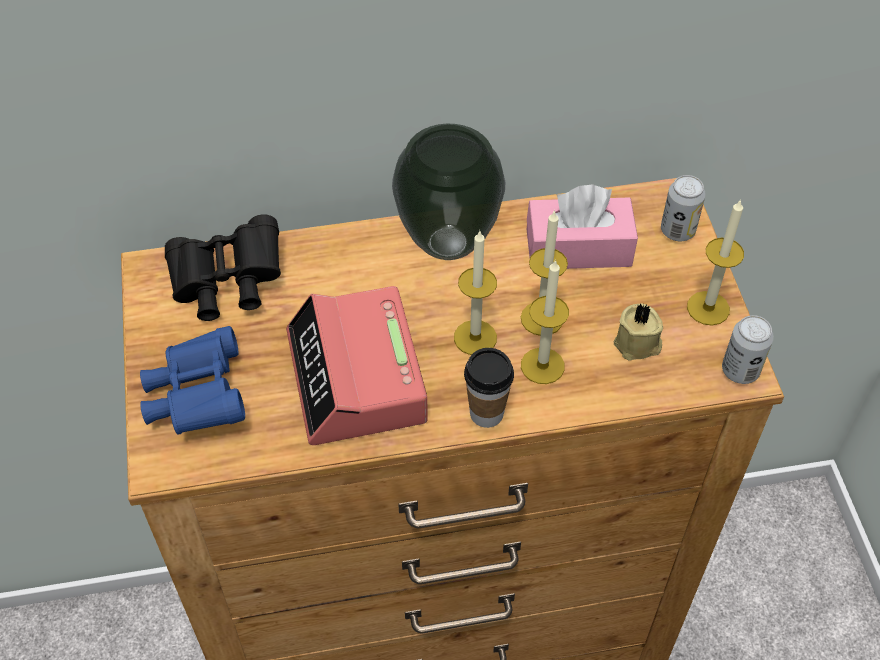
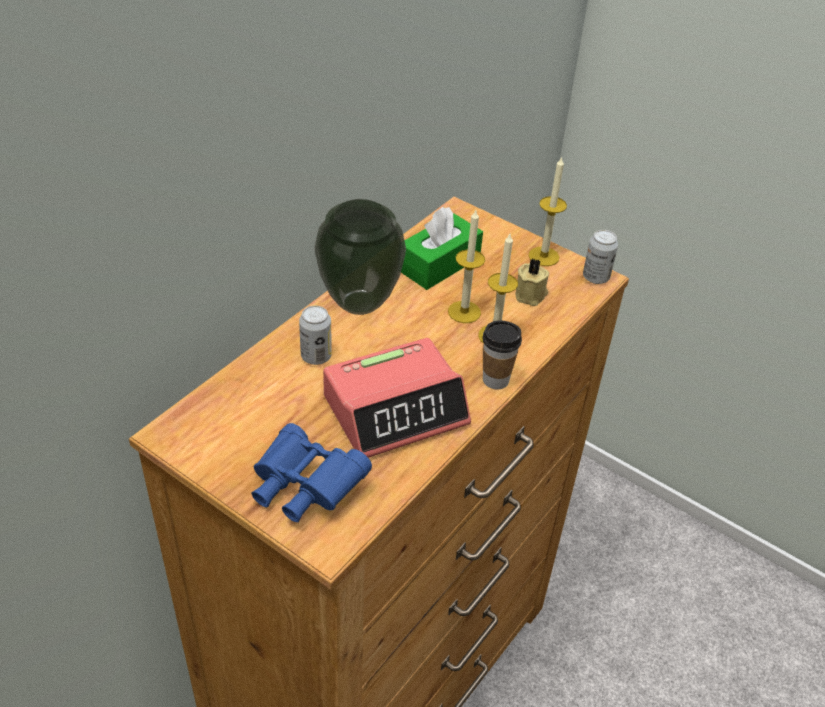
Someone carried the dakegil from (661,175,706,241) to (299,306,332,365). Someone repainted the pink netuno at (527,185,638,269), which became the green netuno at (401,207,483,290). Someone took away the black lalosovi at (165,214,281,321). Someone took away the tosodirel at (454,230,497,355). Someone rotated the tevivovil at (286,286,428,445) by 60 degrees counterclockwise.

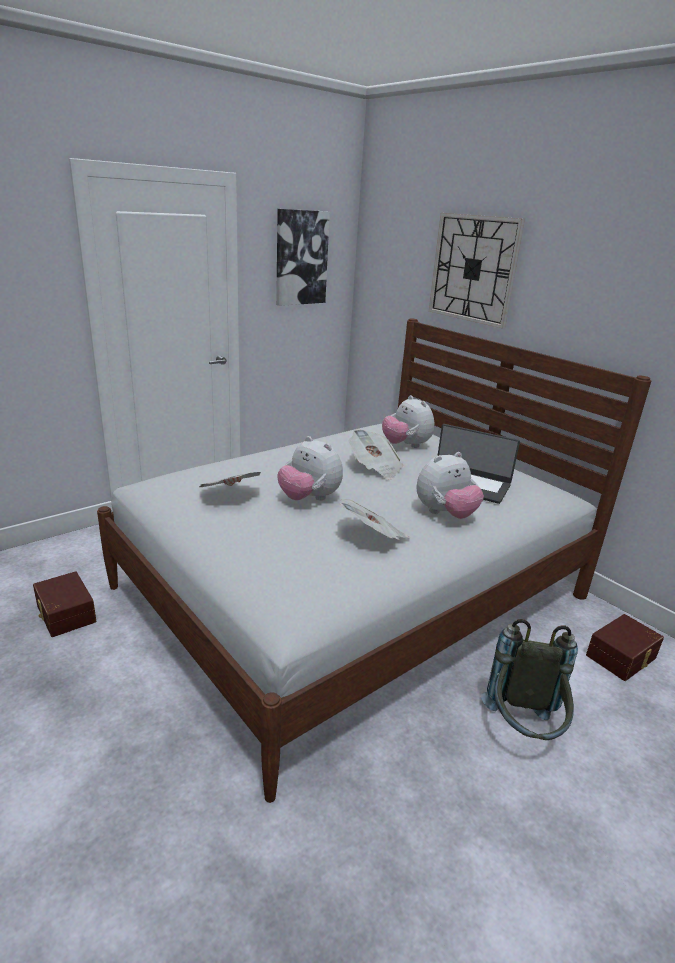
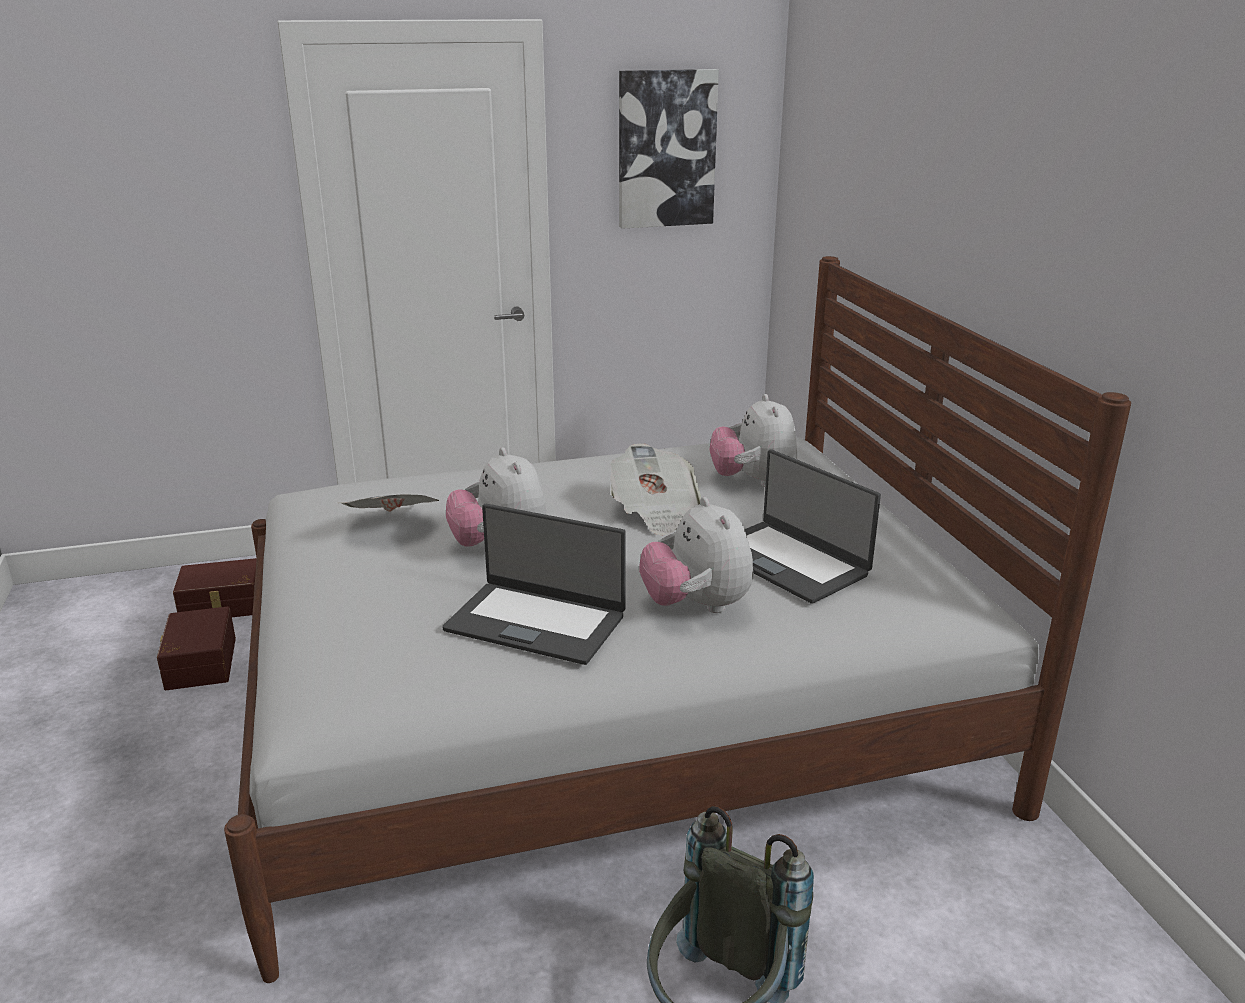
Someone took away the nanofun at (429,213,525,329). Someone rotated the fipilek at (417,452,484,519) by 75 degrees clockwise. Someone swapped the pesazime at (340,499,410,540) for the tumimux at (443,504,626,665). Someone carried the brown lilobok from (586,614,664,681) to (173,558,257,617).

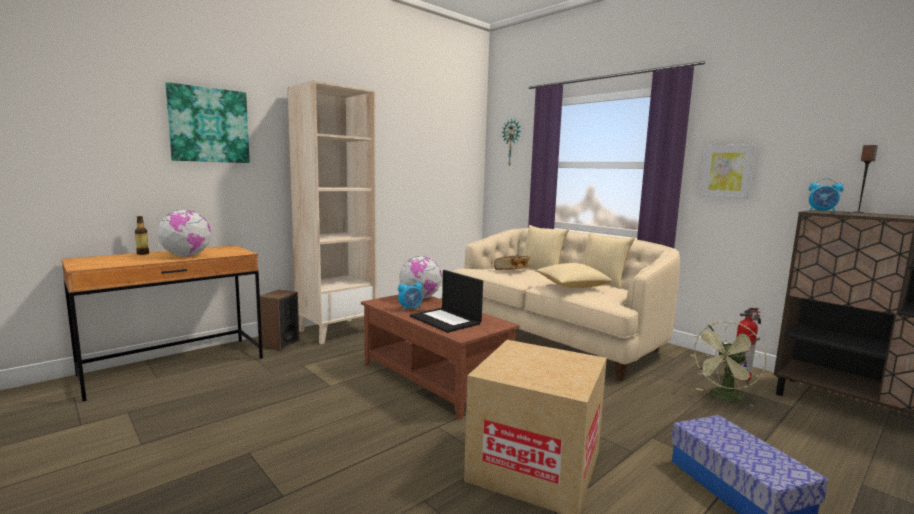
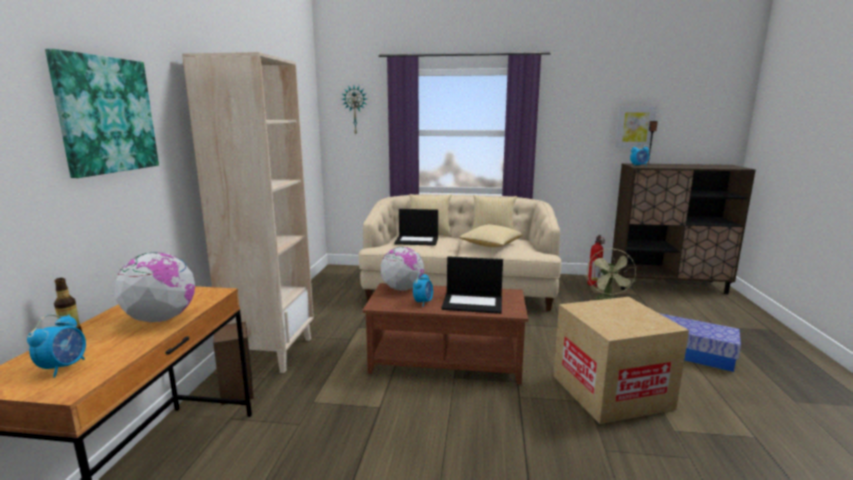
Someone carried the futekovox from (699,144,756,199) to (615,106,657,148). Someone swapped the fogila at (494,256,530,270) for the tumimux at (394,209,438,246). Someone put down the tevivovil at (27,314,86,377).

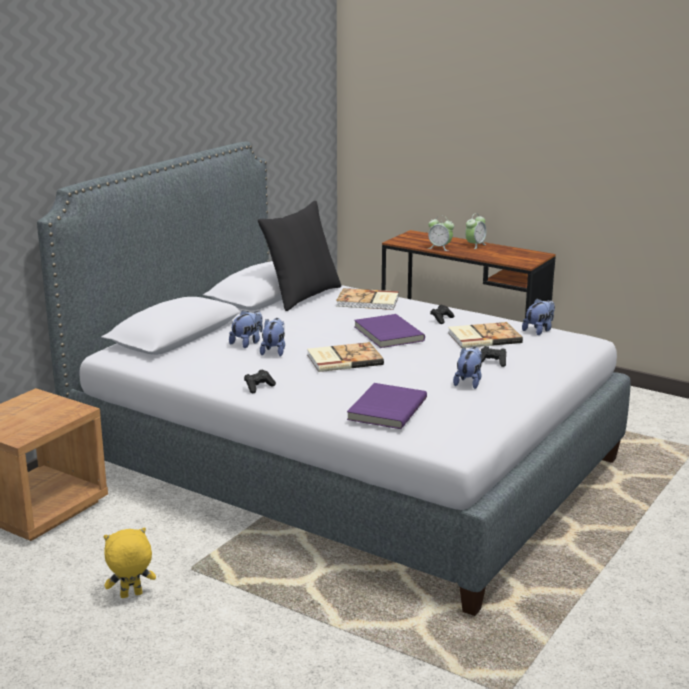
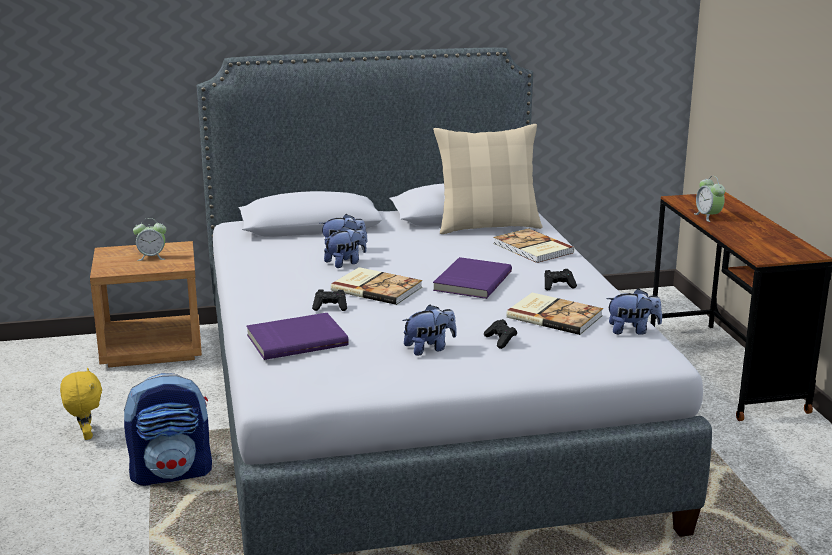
Someone repainted the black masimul at (258,201,341,311), which became the beige masimul at (433,124,543,234). Someone carried the tevivovil from (465,213,487,249) to (133,218,167,261). Someone carried the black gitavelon from (244,369,276,394) to (312,289,347,311). Someone rotated the yellow fipilek at (104,527,156,598) by 45 degrees clockwise. Someone put down the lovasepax at (124,373,212,486).

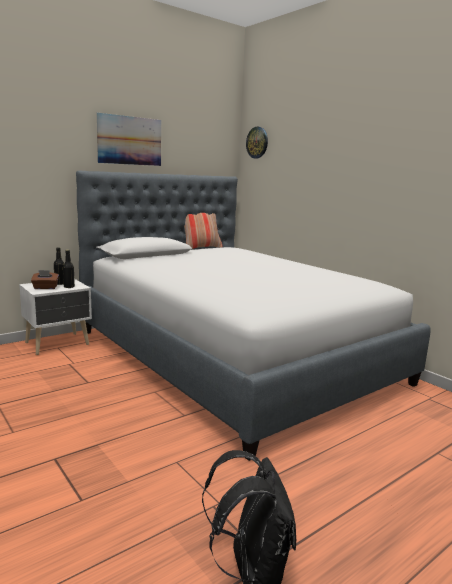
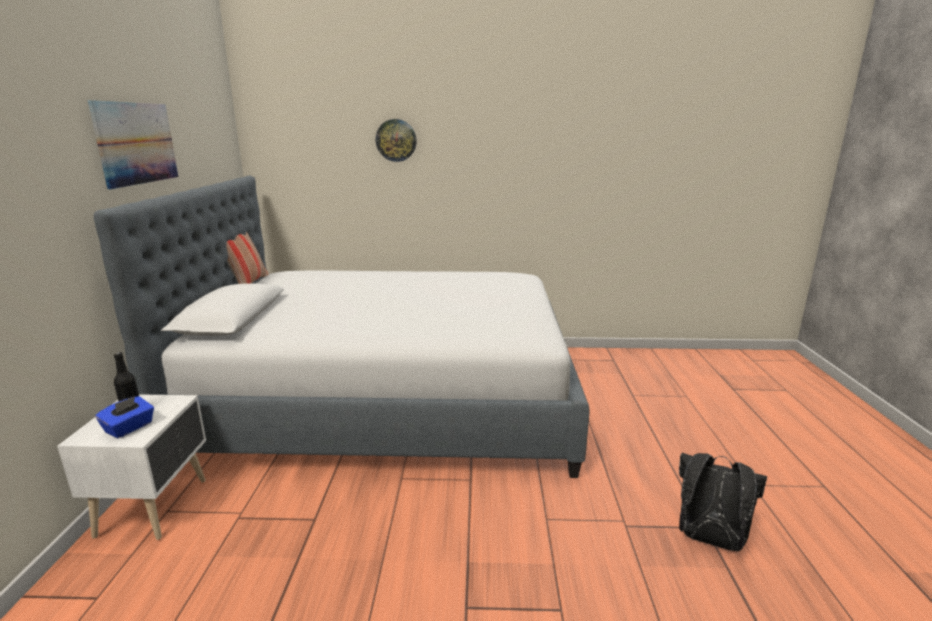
Someone carried the nanofun from (246,127,268,159) to (376,119,417,162). Someone took away the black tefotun at (63,250,75,288). Someone repainted the brown netuno at (31,270,59,289), which became the blue netuno at (95,396,154,438).

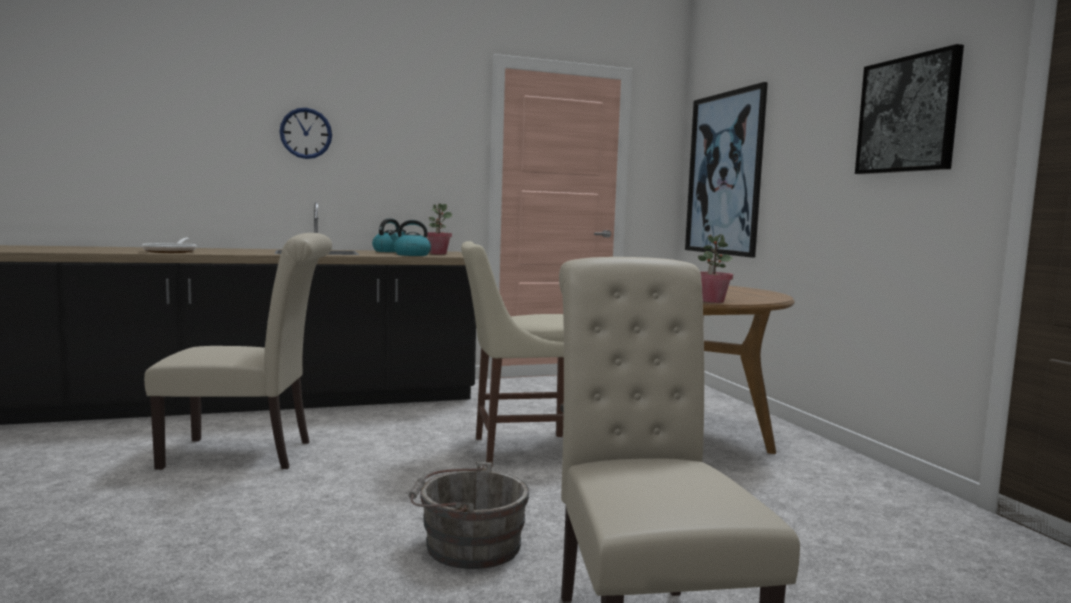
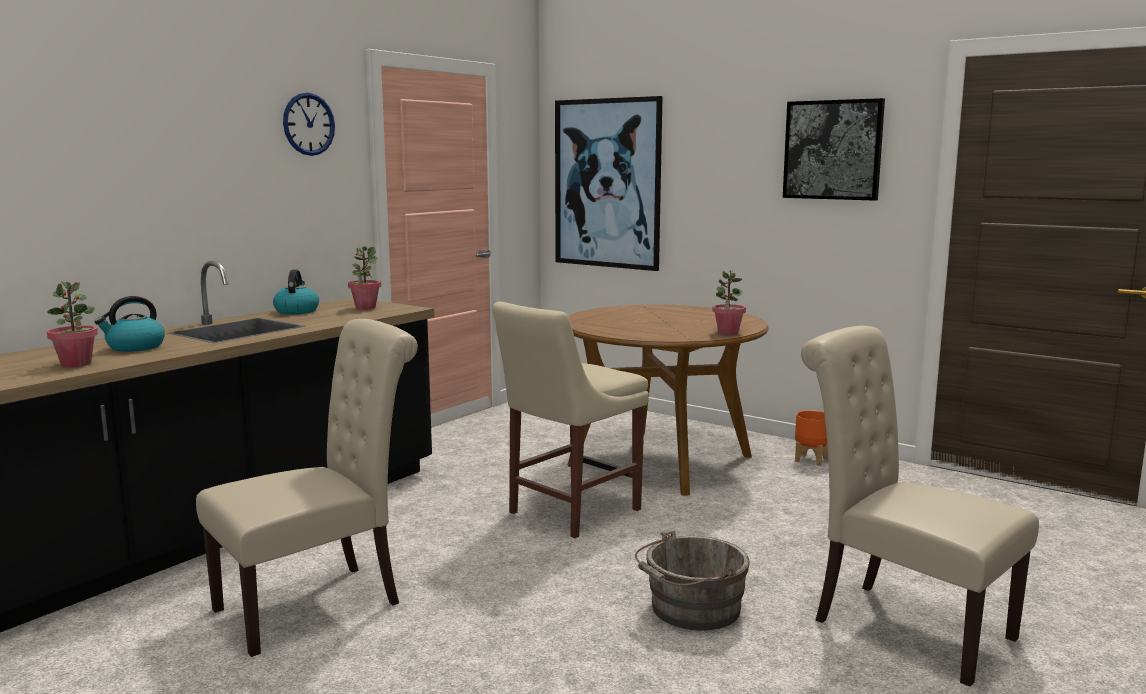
Someone carried the nanofun from (280,108,332,159) to (283,93,335,156). Someone carried the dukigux from (389,220,431,256) to (95,296,165,352). Someone swapped the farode at (142,237,197,253) for the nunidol at (47,281,98,367). Someone put down the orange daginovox at (795,410,828,466).

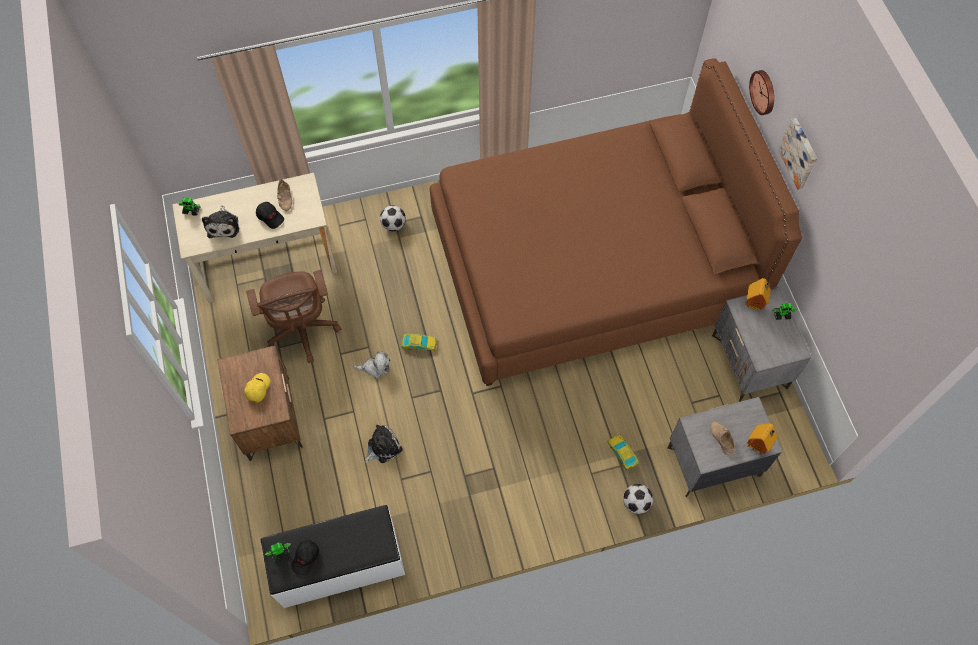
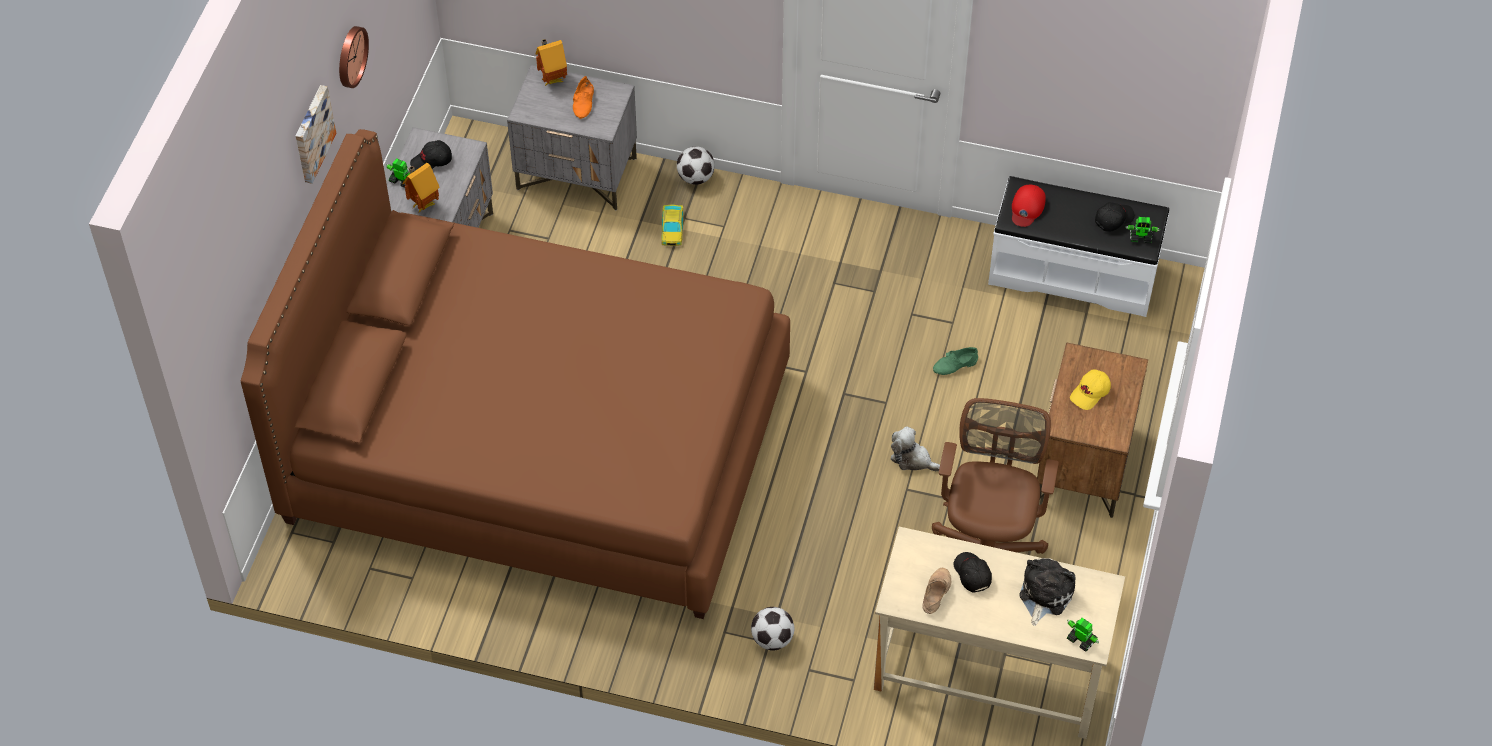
Someone carried the nanofun from (749,70,774,115) to (339,26,369,88). Someone took away the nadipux at (402,334,437,351). Someone repainted the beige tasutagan at (711,421,735,455), which became the orange tasutagan at (573,76,594,119). Someone swapped the fipilek at (364,425,403,463) for the green tasutagan at (933,347,978,375). Someone put down the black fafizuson at (410,140,452,170). Someone put down the red fafizuson at (1012,185,1046,227).

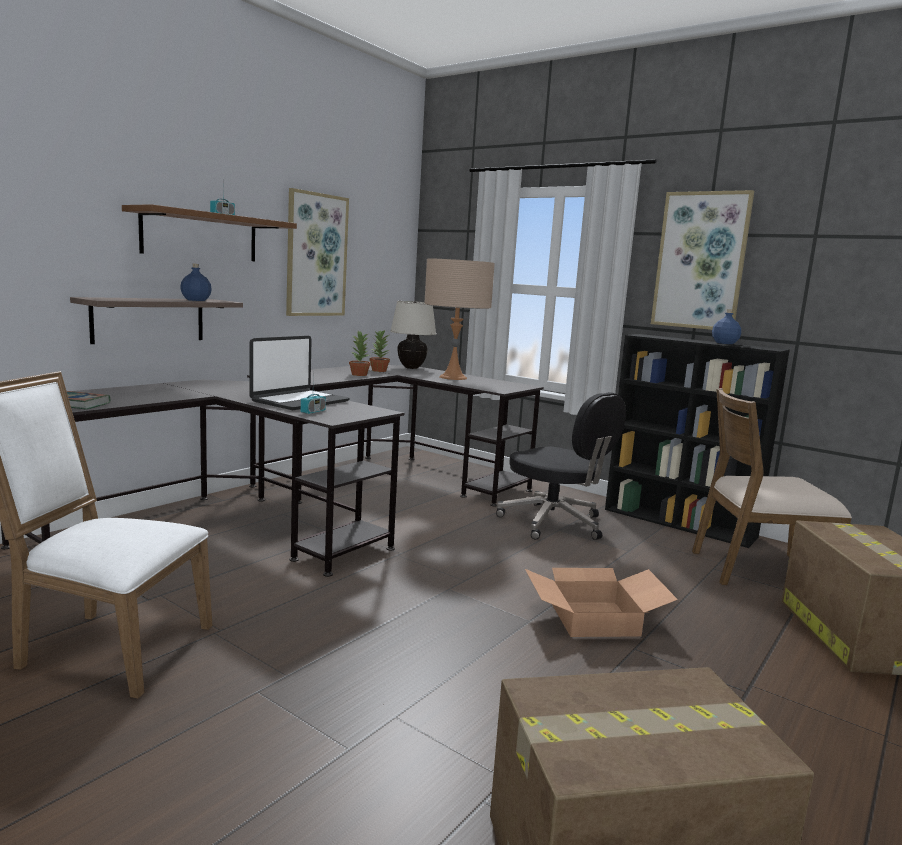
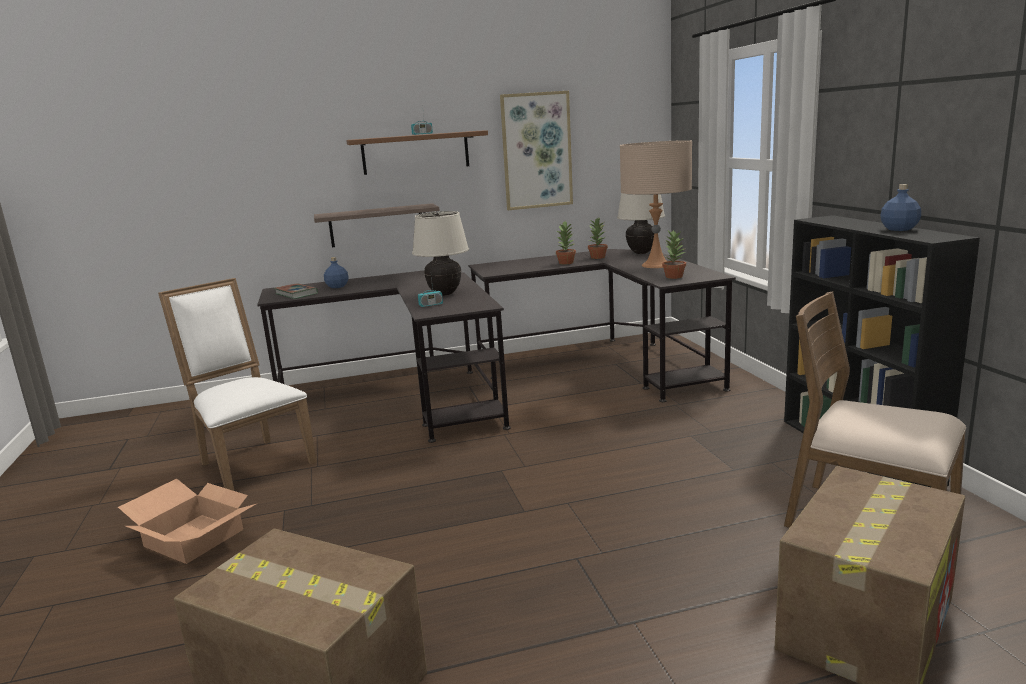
Someone took away the futekovox at (651,190,754,330). Someone carried the blue tefotun from (180,264,212,301) to (324,257,349,288). Someone swapped the tumimux at (250,336,350,410) for the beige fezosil at (412,211,469,296). Someone took away the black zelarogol at (496,392,626,540). Someone carried the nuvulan from (525,568,678,637) to (118,479,256,564). Someone put down the nunidol at (662,230,686,279).

